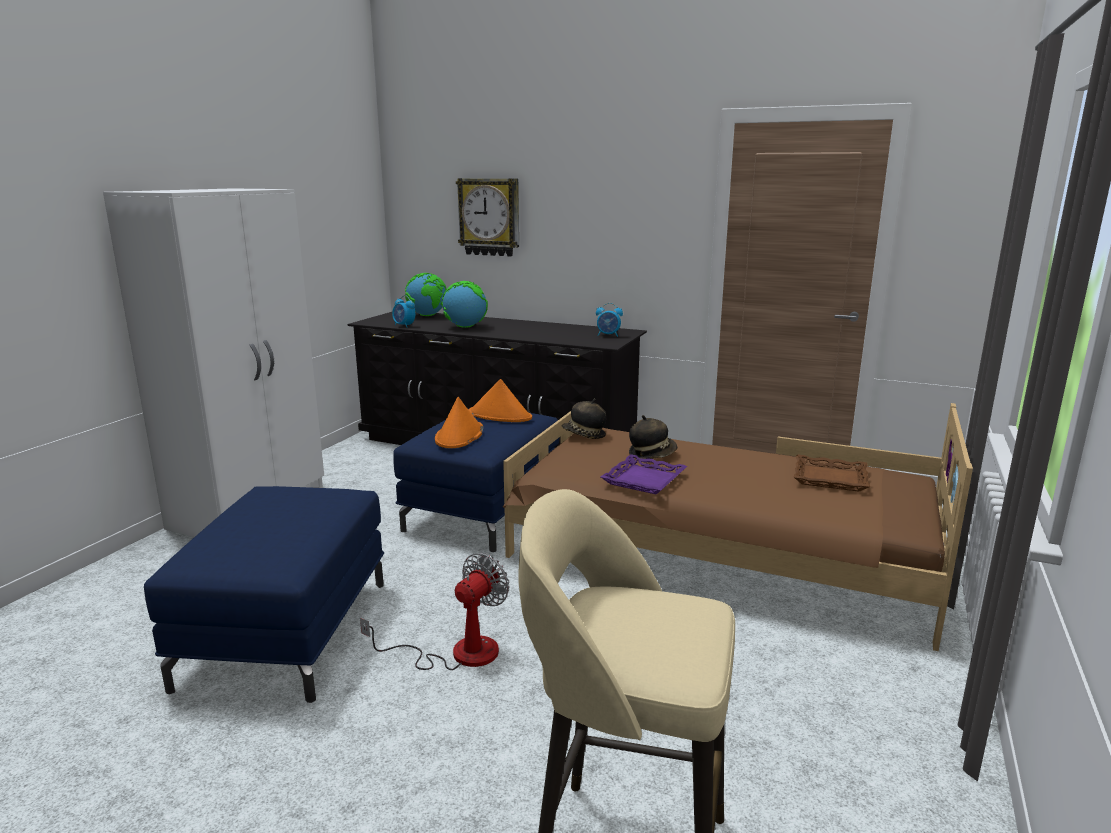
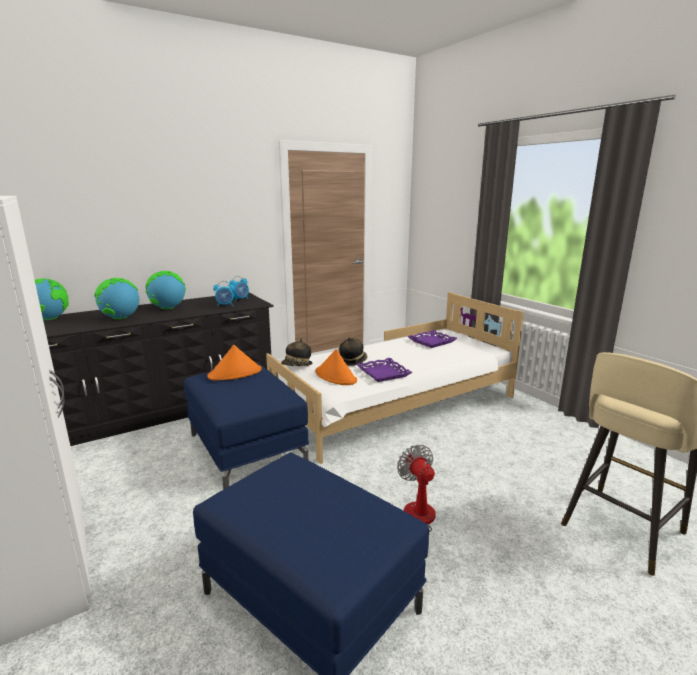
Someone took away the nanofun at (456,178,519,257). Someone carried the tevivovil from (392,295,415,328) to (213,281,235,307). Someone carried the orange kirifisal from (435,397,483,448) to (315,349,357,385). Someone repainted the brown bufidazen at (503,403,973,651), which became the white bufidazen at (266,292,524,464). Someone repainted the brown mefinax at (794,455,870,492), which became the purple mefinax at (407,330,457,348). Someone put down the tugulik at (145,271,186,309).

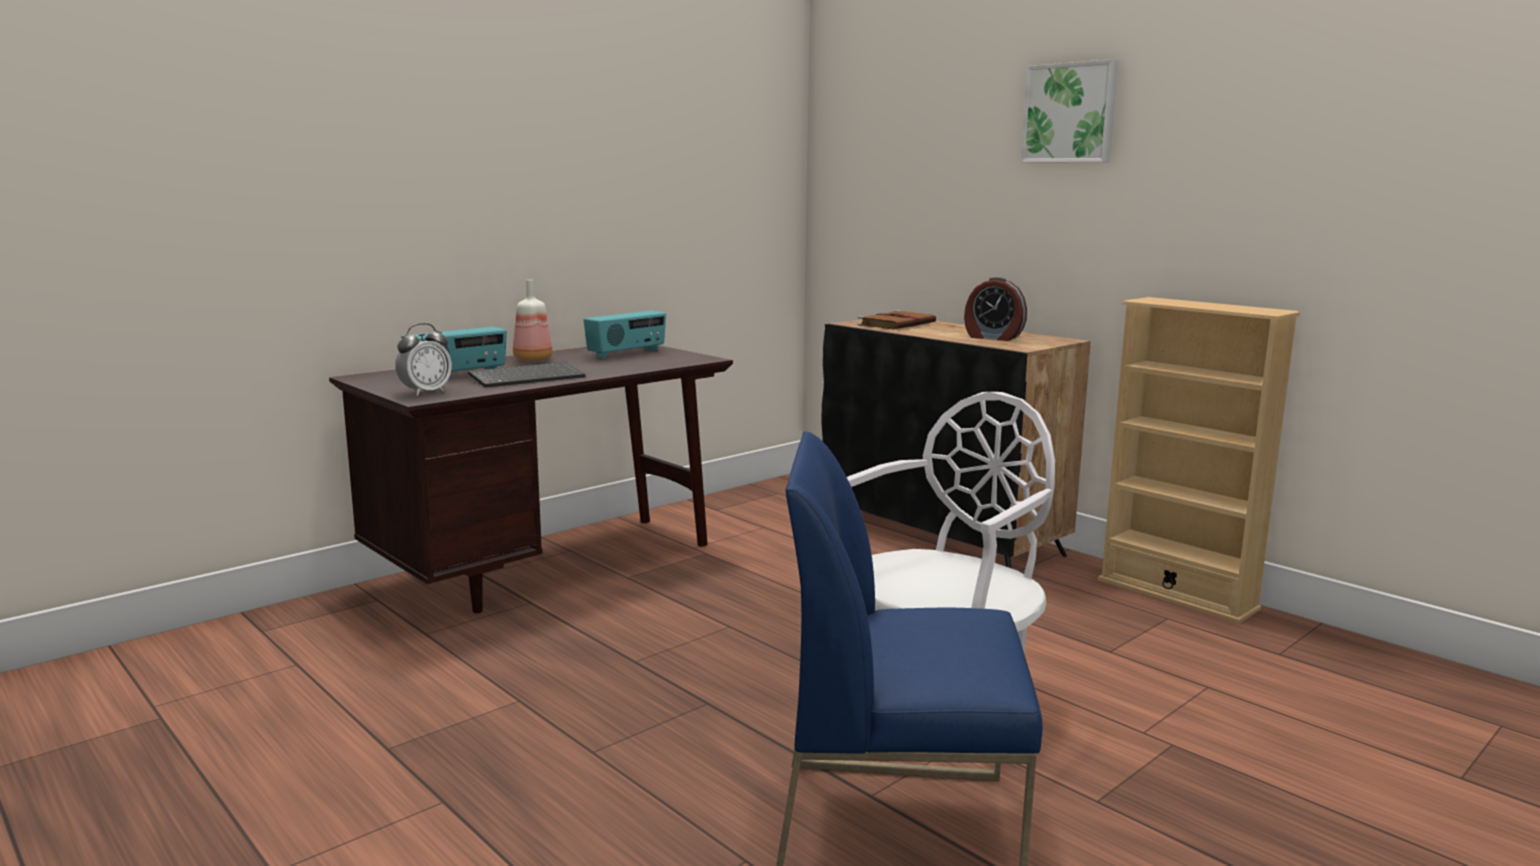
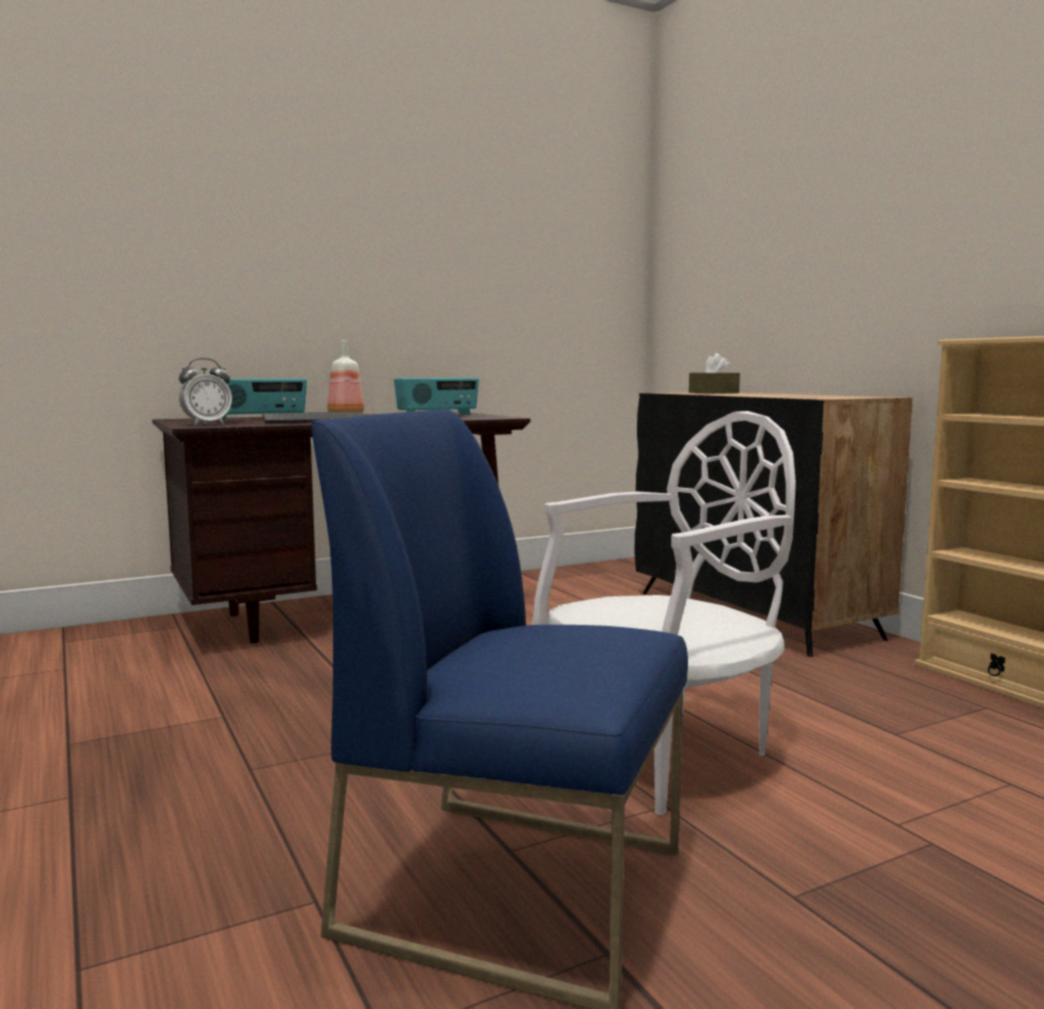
Someone took away the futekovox at (1021,59,1119,163). Someone took away the tevivovil at (964,277,1027,341). Someone swapped the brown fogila at (857,310,936,330) for the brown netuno at (689,353,740,394).

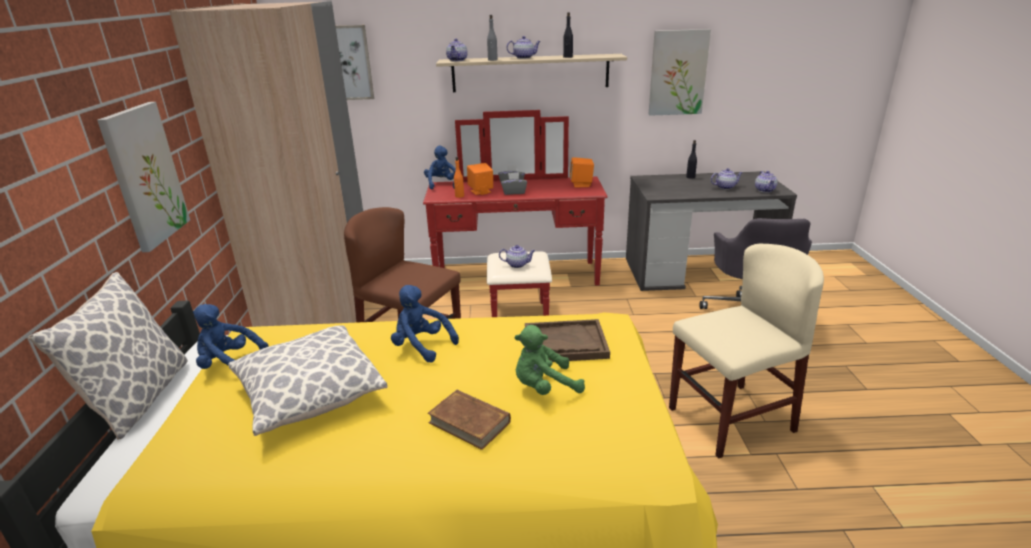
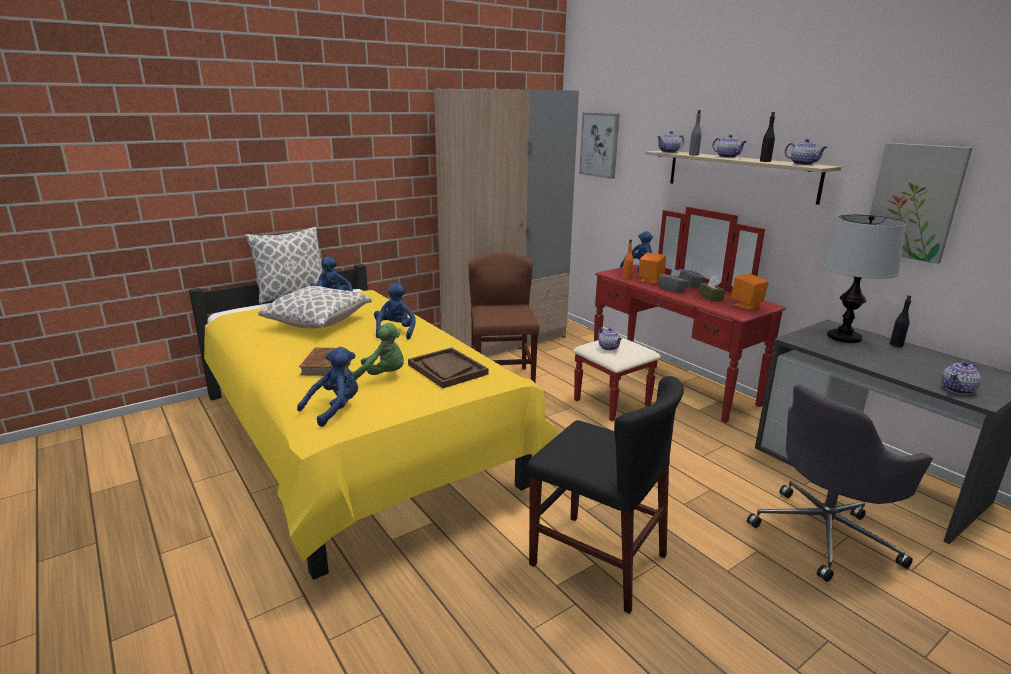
Someone took away the futekovox at (97,102,190,252). Someone carried the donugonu from (711,168,743,190) to (785,139,827,165). Someone repainted the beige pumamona at (669,243,824,458), which became the black pumamona at (527,376,684,614). Someone rotated the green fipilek at (514,325,585,395) by 150 degrees clockwise. Someone put down the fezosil at (823,215,906,343). Someone put down the brown netuno at (699,276,725,302). Someone put down the blue fipilek at (297,347,358,427).

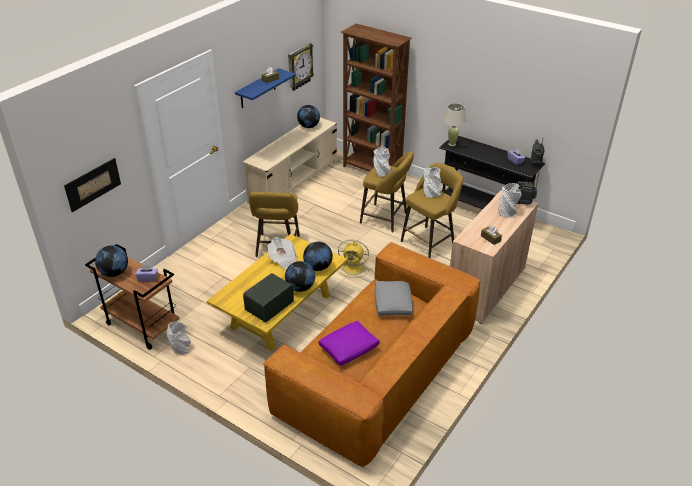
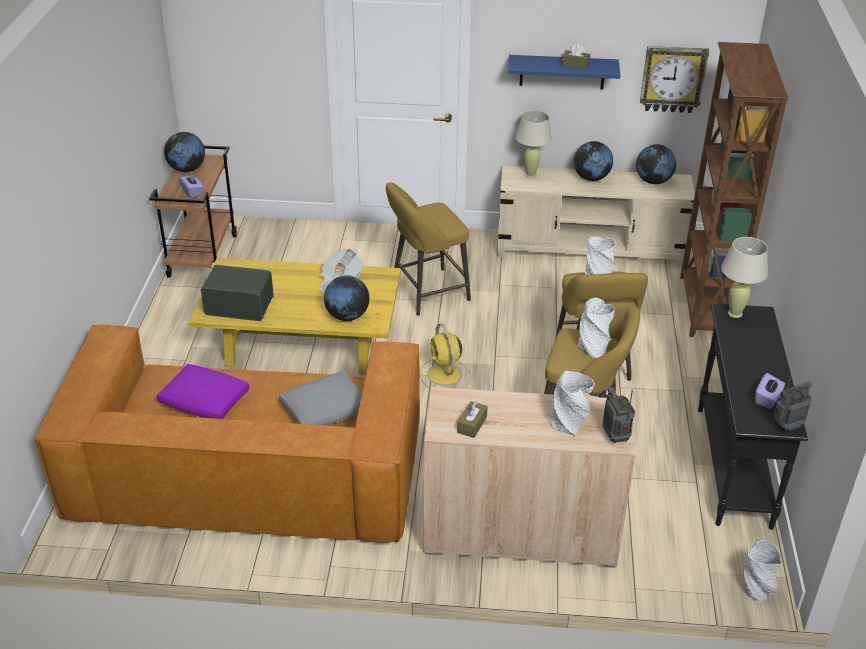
Someone took away the futekovox at (64,158,121,212). Someone carried the tugulik from (285,261,315,292) to (574,141,613,181). Someone carried the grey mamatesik from (167,321,191,354) to (743,540,783,603). Someone put down the beige fezosil at (515,111,552,178).

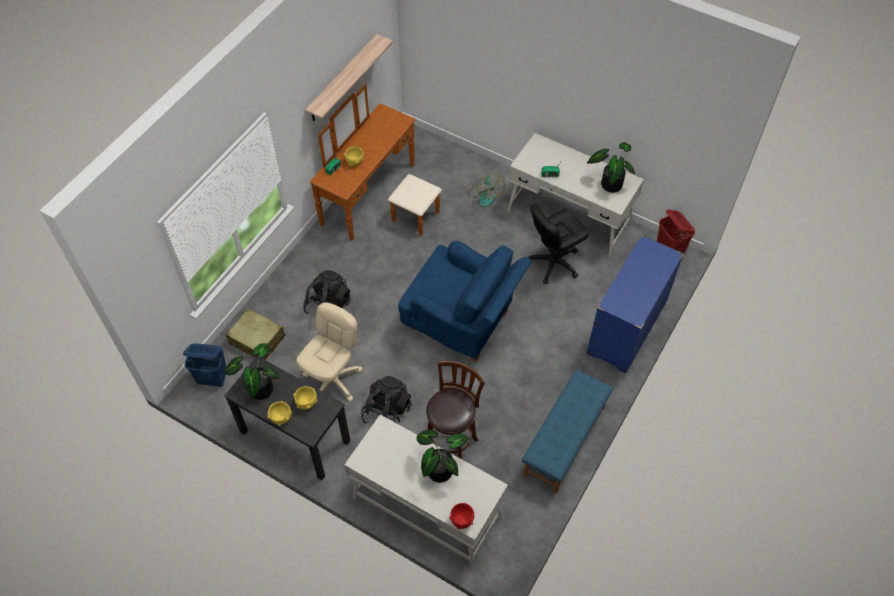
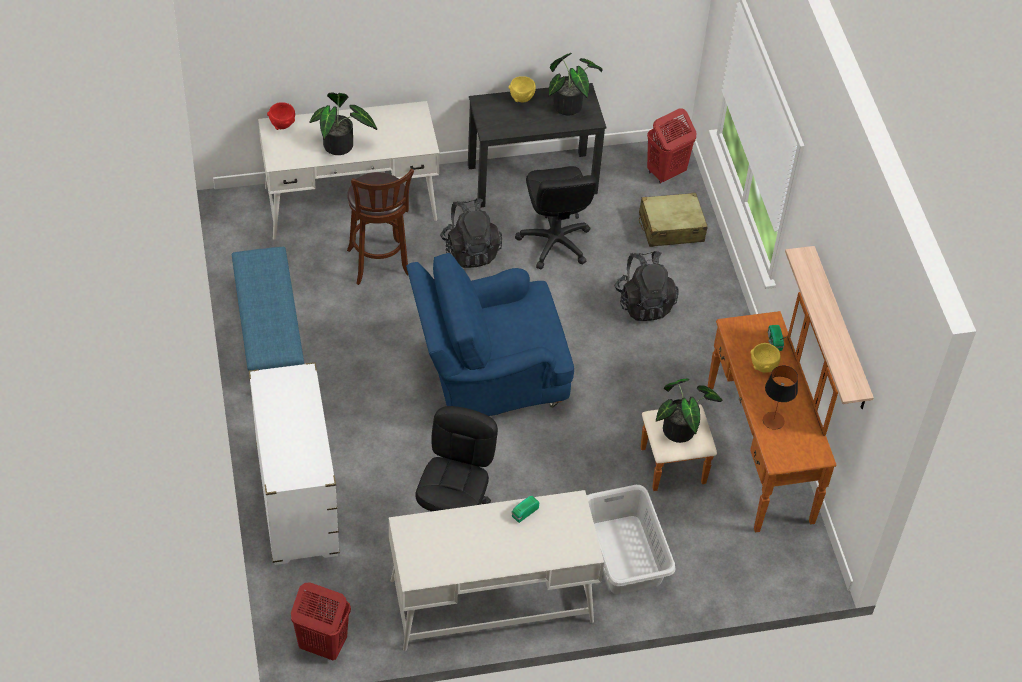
Someone carried the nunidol from (587,142,635,193) to (656,378,722,443). Someone swapped the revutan at (468,174,506,207) for the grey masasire at (587,485,675,595). Someone repainted the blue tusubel at (587,235,684,373), which became the white tusubel at (249,362,340,565). Someone repainted the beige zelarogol at (296,302,363,402), which became the black zelarogol at (515,166,597,269). Someone repainted the blue masasire at (183,343,226,387), which became the red masasire at (647,108,696,184). Someone took away the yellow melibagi at (293,386,317,410). Someone put down the fezosil at (763,366,798,429).

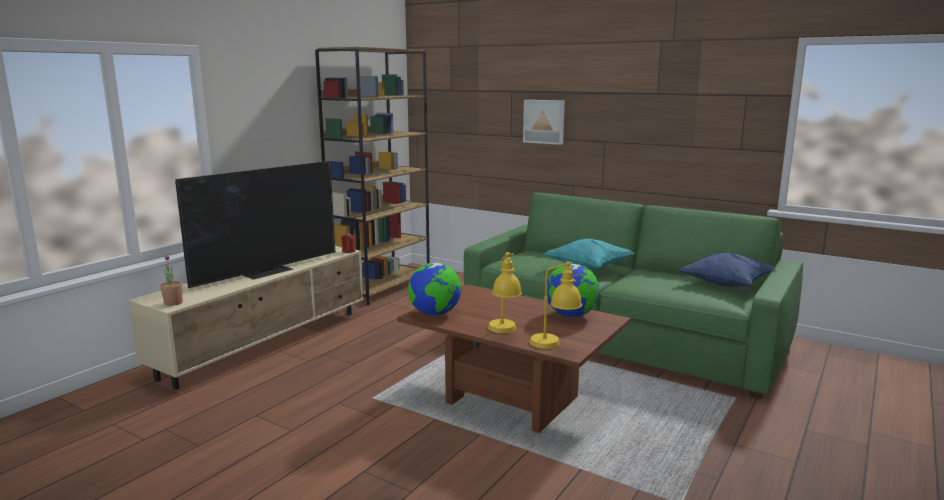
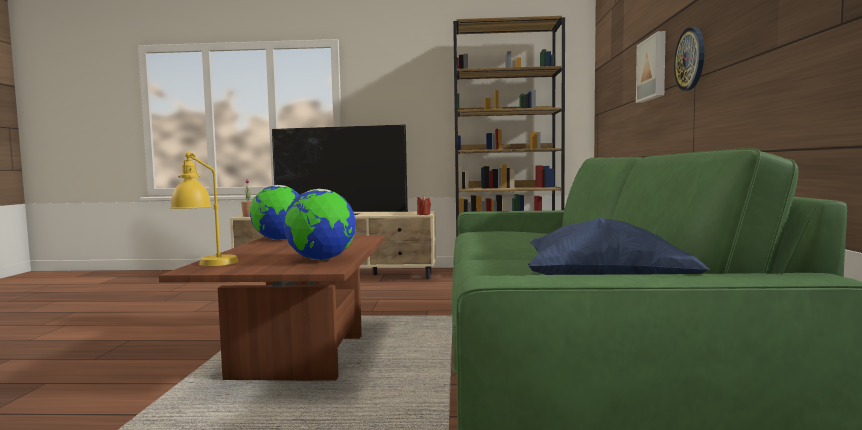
Someone took away the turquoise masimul at (544,239,635,270). Someone took away the yellow fezosil at (488,252,522,333). Someone put up the nanofun at (674,27,705,91).

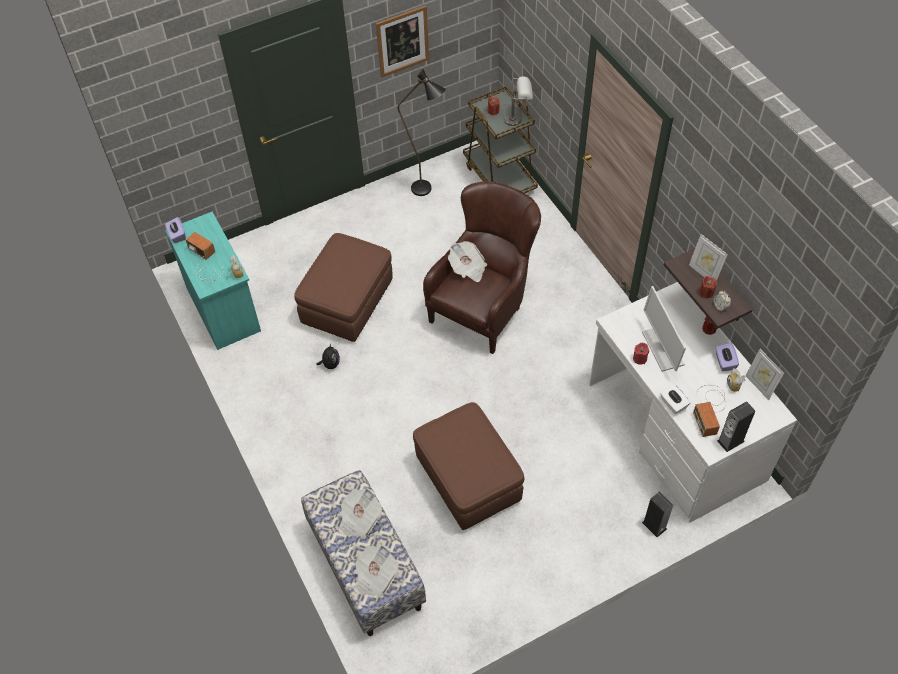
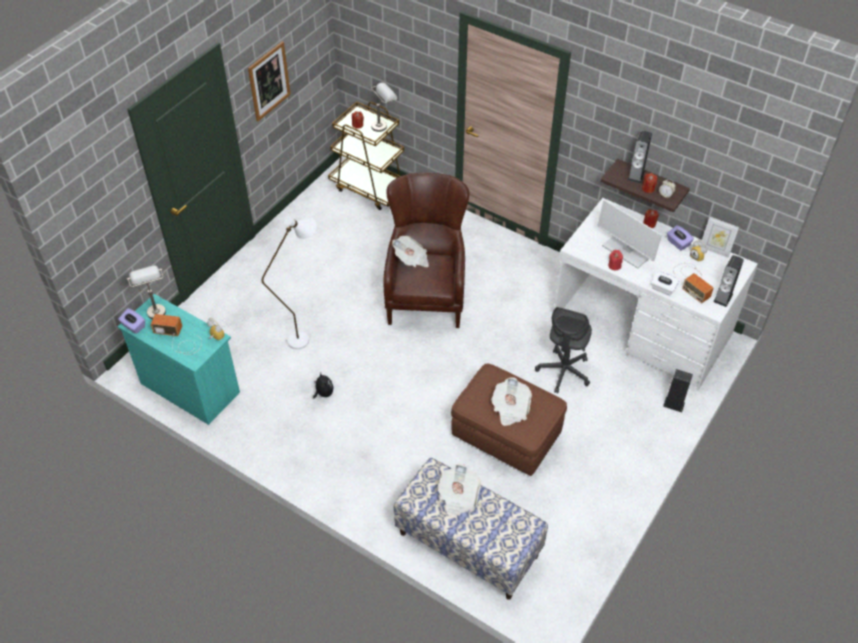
Someone took away the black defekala at (397,69,446,196). Someone swapped the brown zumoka at (295,233,393,342) for the white defekala at (261,216,316,349). Someone swapped the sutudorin at (689,234,728,281) for the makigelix at (628,130,652,183). Someone carried the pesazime from (354,545,398,597) to (491,377,532,426). Someone put down the grey fezosil at (127,265,166,319). Someone put down the grey zelarogol at (535,307,592,394).

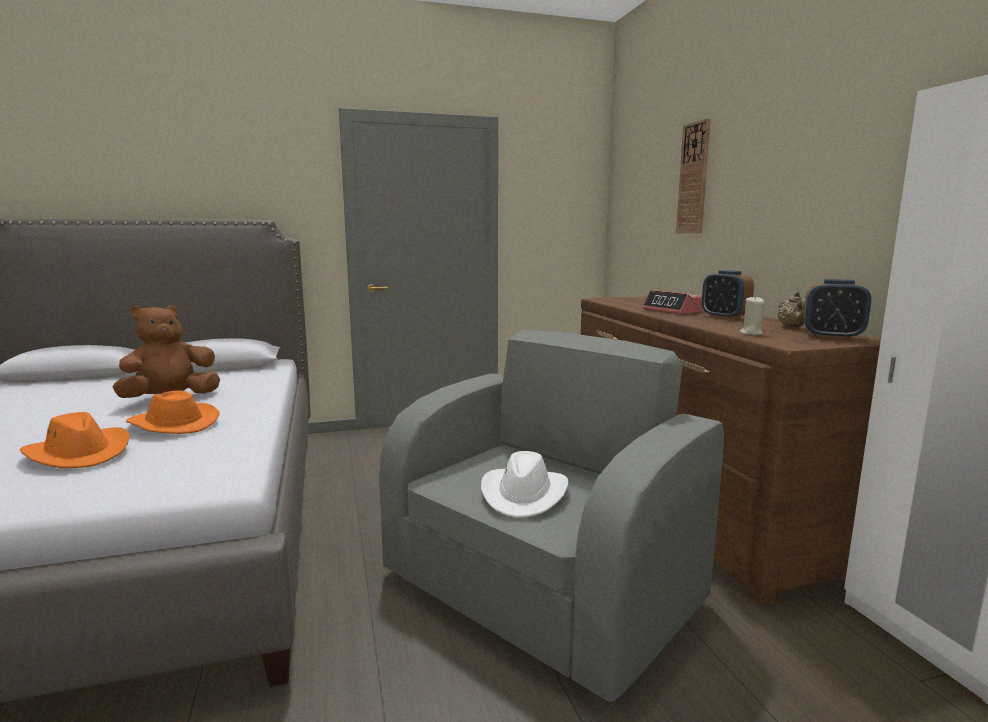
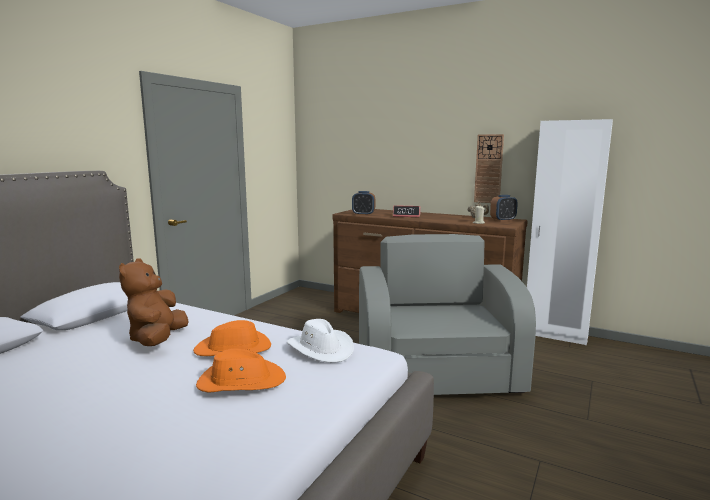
Someone carried the nanofun from (676,118,711,233) to (474,134,504,203). Someone carried the tevivovil from (702,270,754,319) to (352,191,375,215). Someone carried the white kirifisal from (481,451,568,518) to (287,319,354,363).

